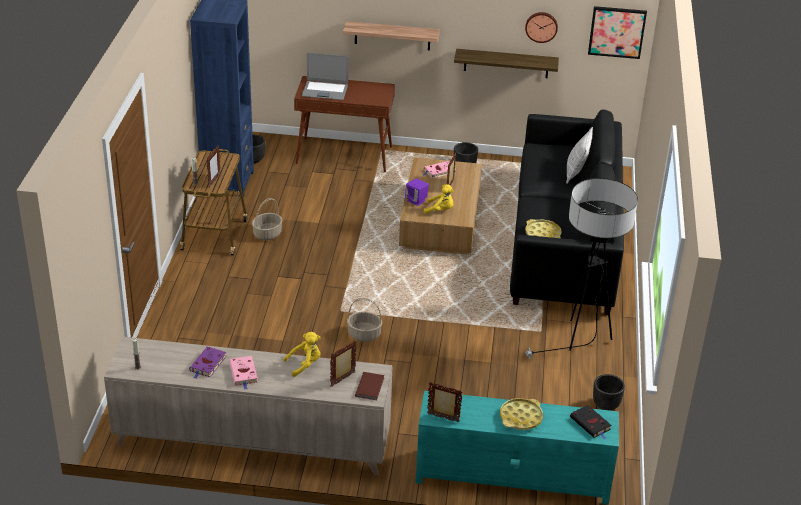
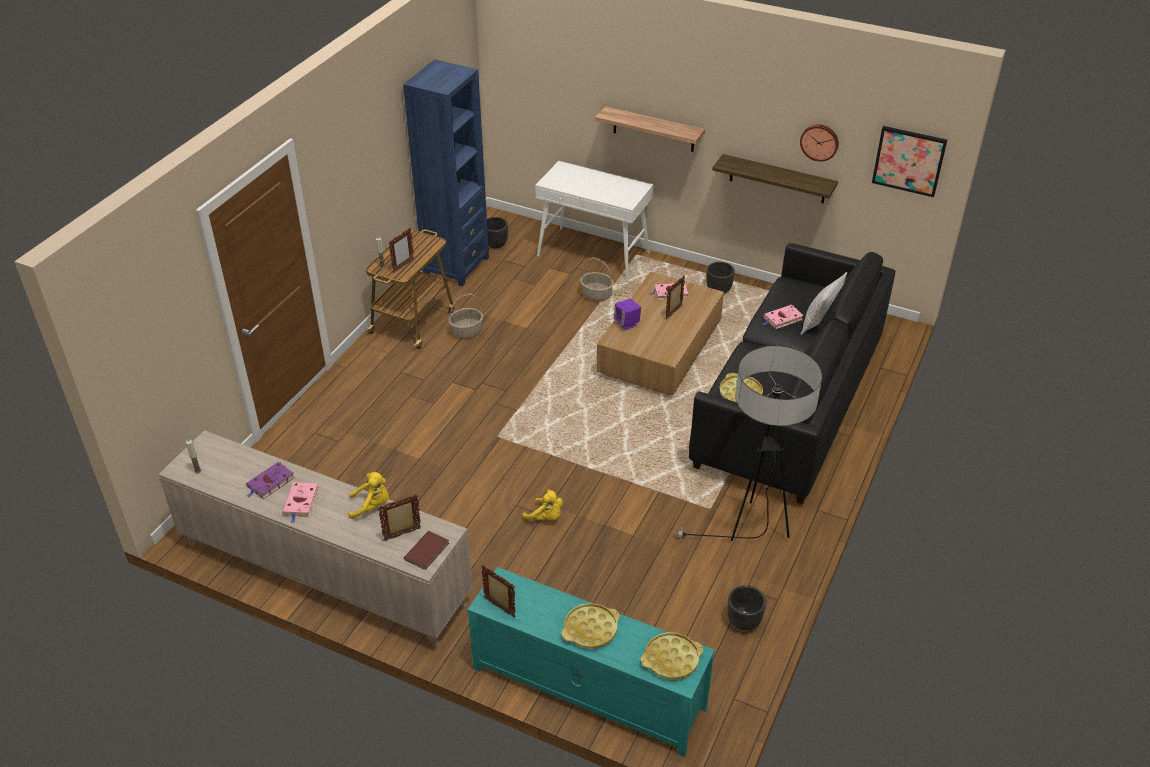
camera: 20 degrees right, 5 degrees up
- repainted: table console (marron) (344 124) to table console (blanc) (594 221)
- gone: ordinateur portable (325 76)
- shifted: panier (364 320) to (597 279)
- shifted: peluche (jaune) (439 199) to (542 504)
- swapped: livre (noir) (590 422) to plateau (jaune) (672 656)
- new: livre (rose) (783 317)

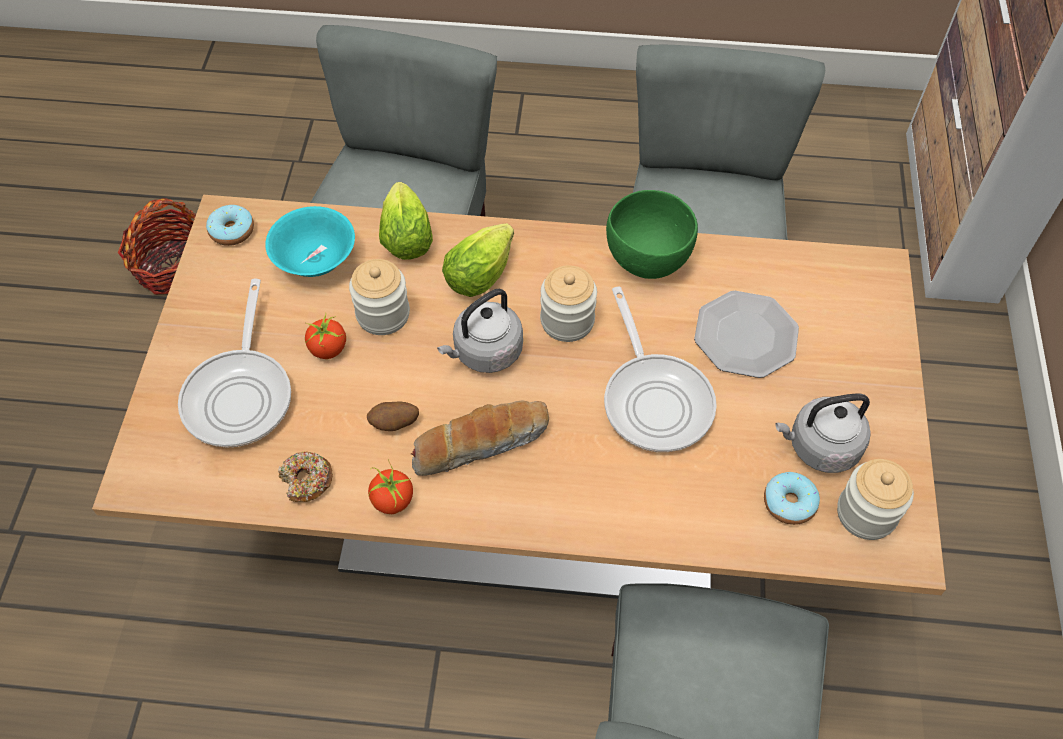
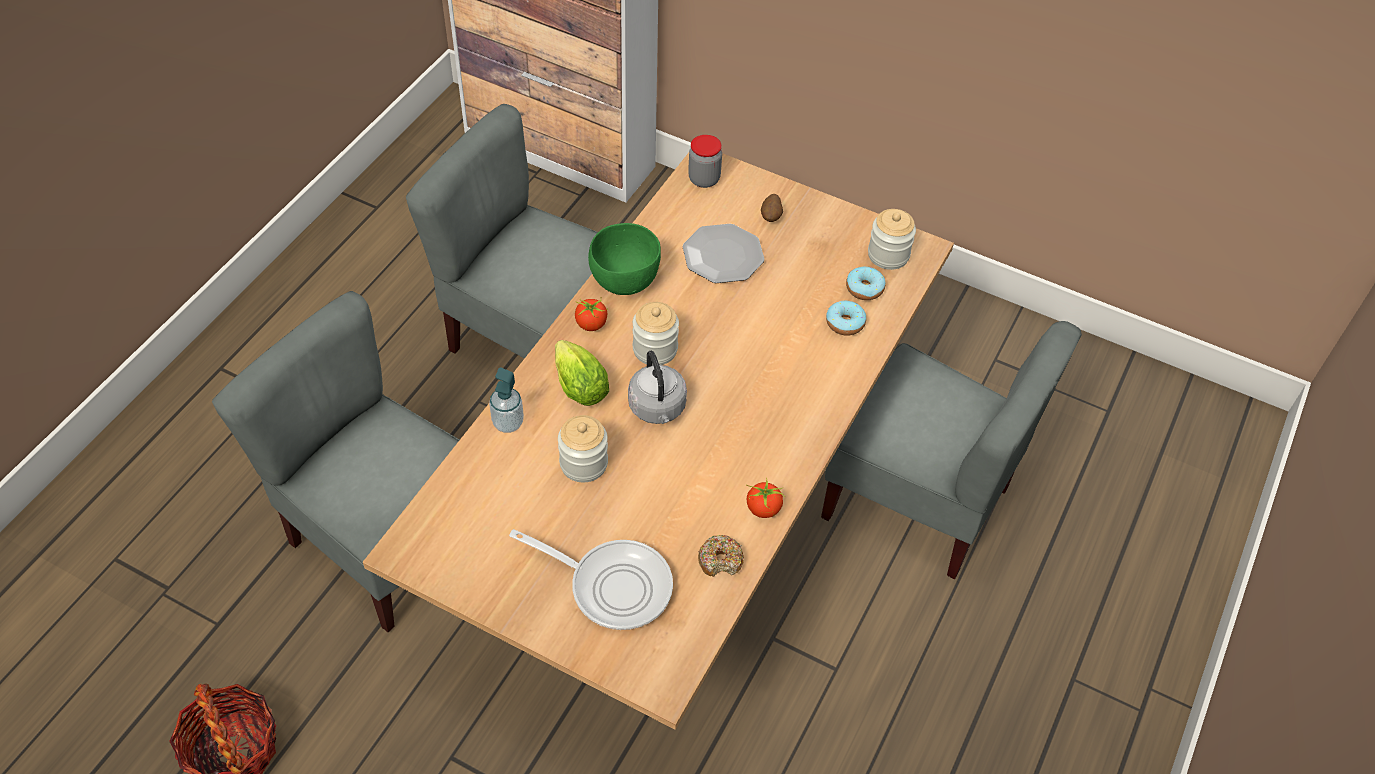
camera: 70 degrees left, 5 degrees down
- shifted: beignet (230 225) to (846 318)
- gone: bol (turquoise) (310 241)
- shifted: tomate (325 336) to (591 314)
- shifted: pomme de terre (393 416) to (772 208)
- swapped: laitue (406 221) to distributeur de savon (506 400)
- gone: pain (480 438)
- gone: poêle (660 369)
- gone: bouilloire (gris) (823 433)
- new: bocal (705 161)

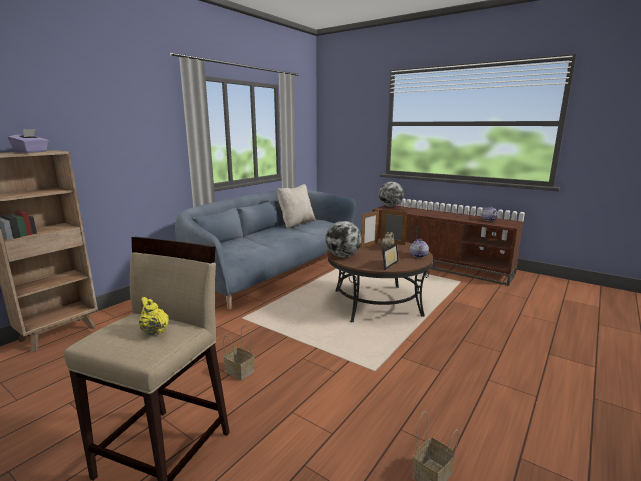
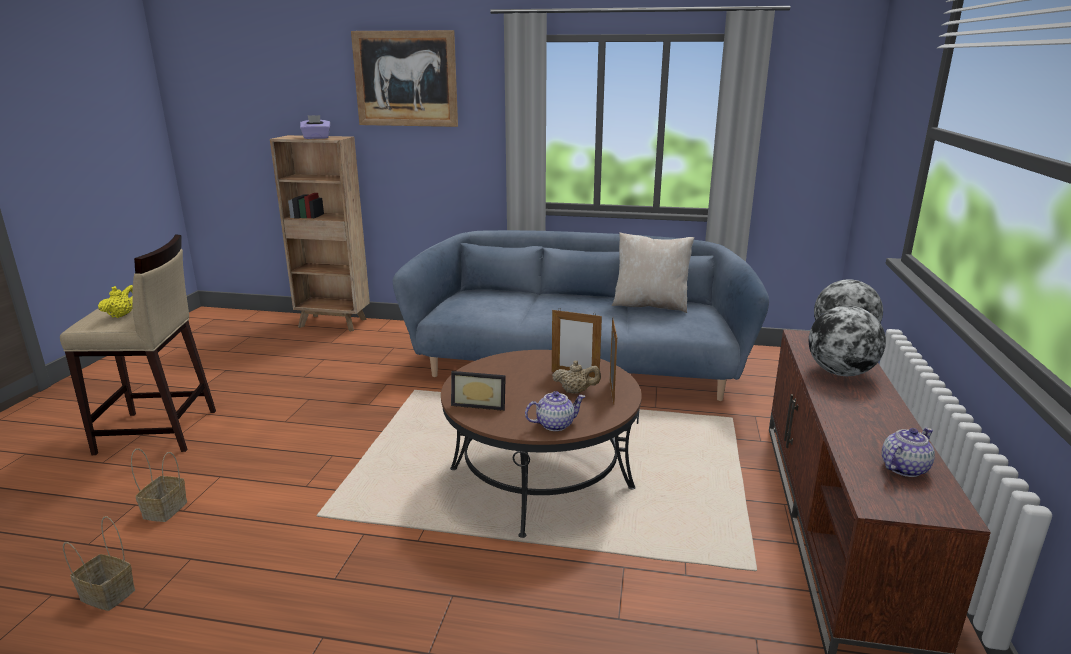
camera: 65 degrees right, 5 degrees up
- shifted: panier (238 352) to (159 485)
- shifted: globe (343 239) to (847 341)
- new: tableau (404 78)

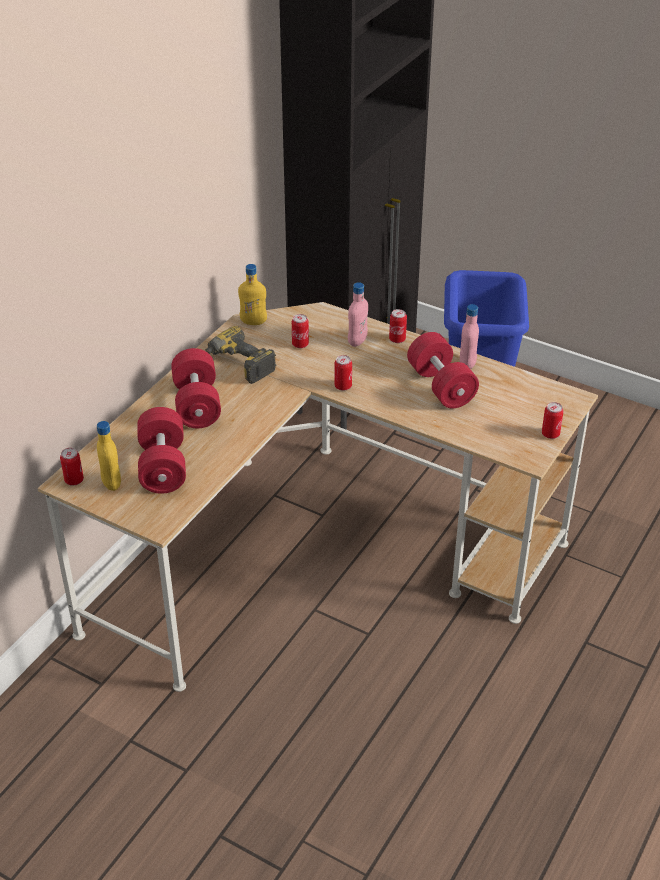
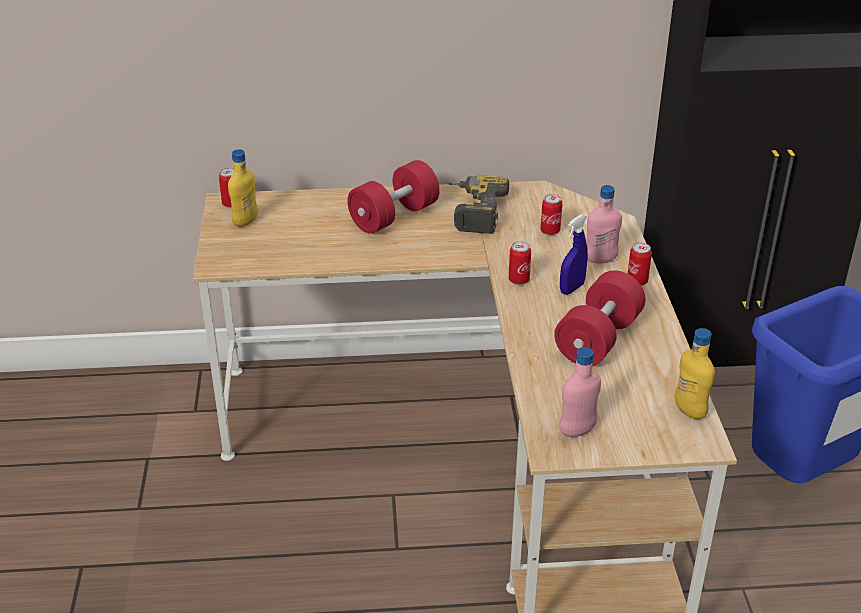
camera: 55 degrees right, 5 degrees down
- gone: haltère (rouge) (161 450)
- shifted: bouteille (jaune) (252 294) to (694 373)
- shifted: bouteille (rose) (469 336) to (580 392)
- gone: boîte métallique (552 420)
- new: vaporisateur (bleu) (574 254)

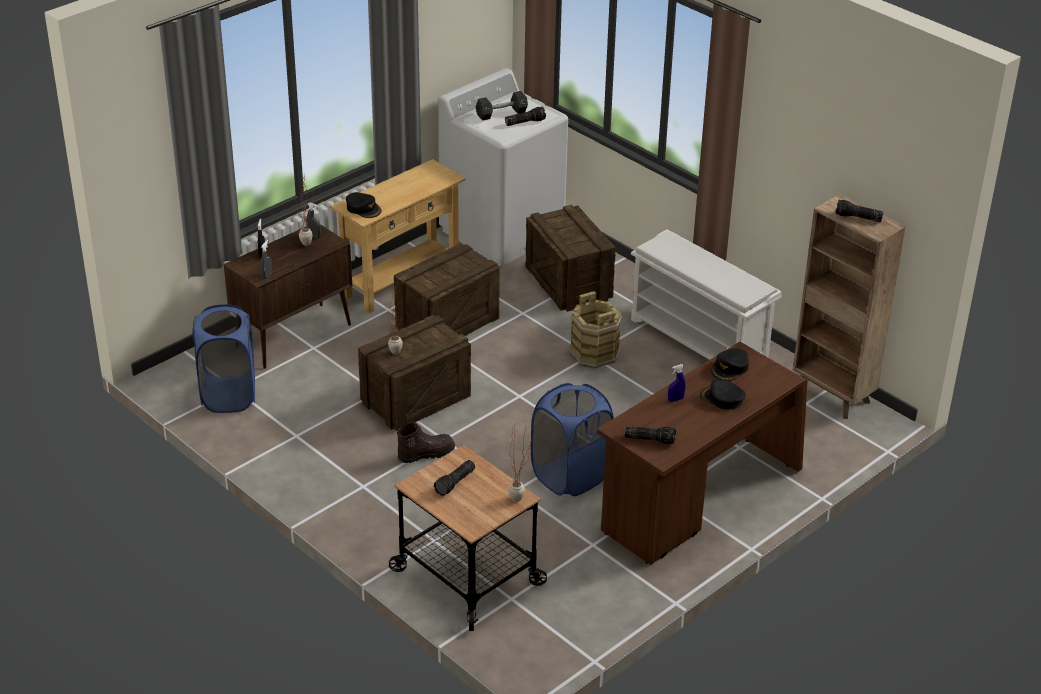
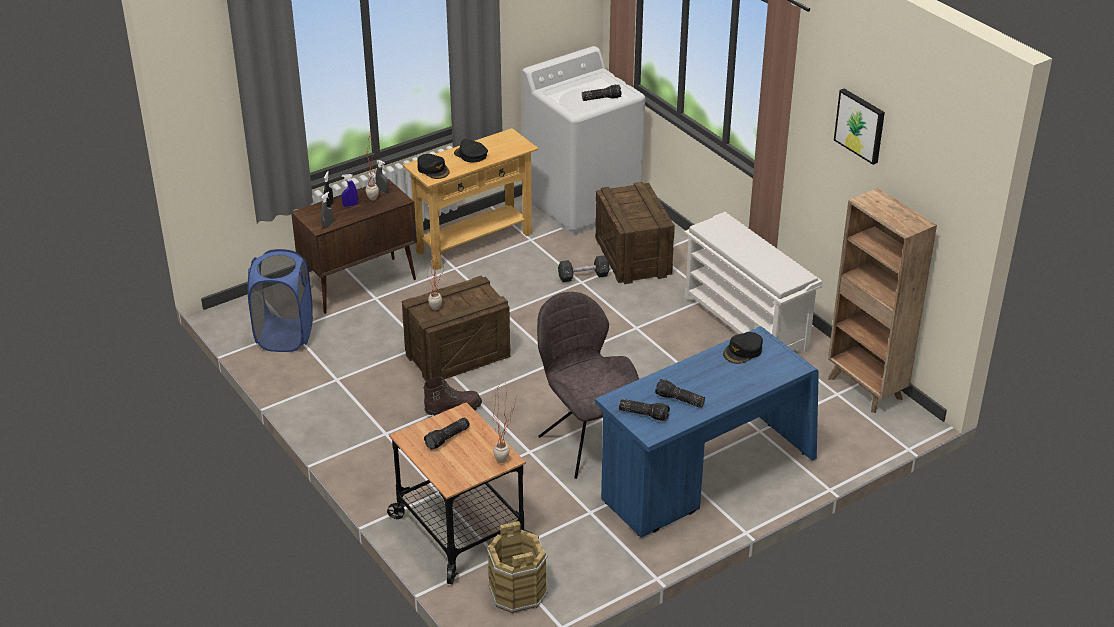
camera: 10 degrees right, 0 degrees up
- gone: caisse (447 289)
- shifted: haltère (noir) (502 106) to (584 268)
- swapped: panier à linge (bleu) (572 439) to chaise (gris) (588 385)
- shifted: seau (marron) (596 330) to (517 567)
- repainted: bureau (marron) (702 453) to bureau (bleu) (707 432)
- shifted: vaporisateur (bleu) (677 383) to (350 190)
- shifted: casquette (noir) (723 395) to (471 150)
- shifted: lampe de poche (859 211) to (680 393)
- new: tableau (859 127)

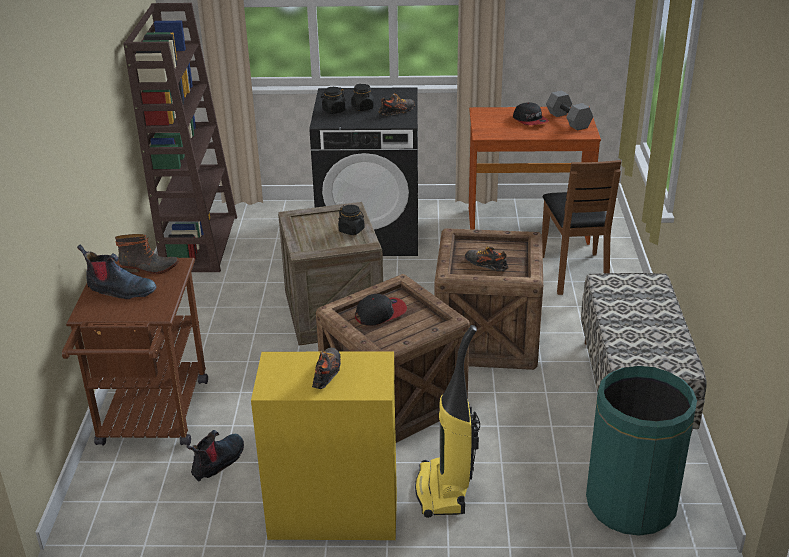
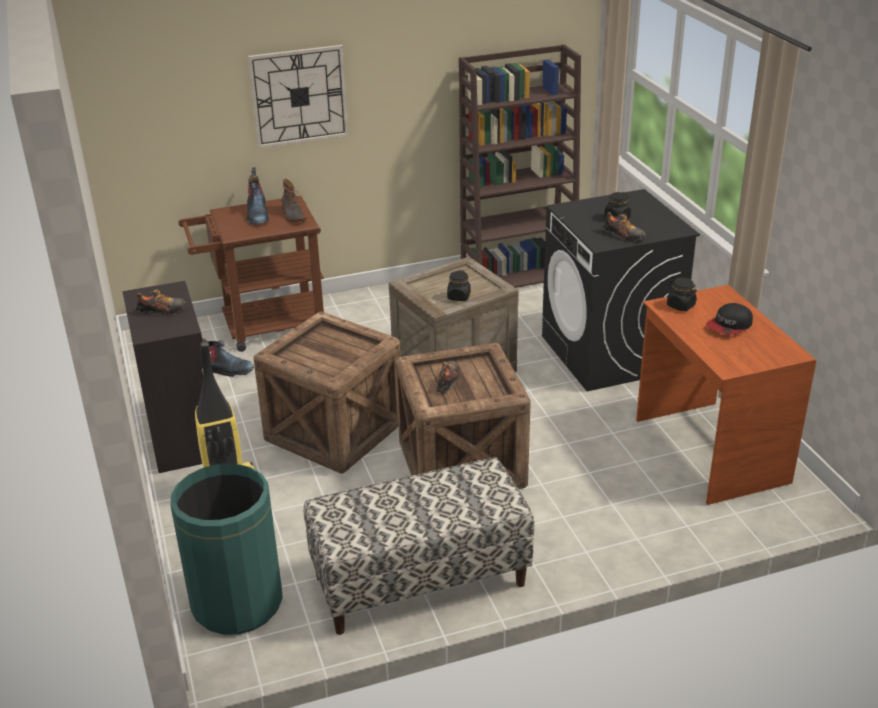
camera: 70 degrees right, 0 degrees up
- repainted: meuble de rangement (jaune) (324 446) to meuble de rangement (noir) (162 377)
- shifted: bocal (noir) (333 100) to (682 294)
- gone: casquette (381 310)
- gone: chaise (marron) (581 227)
- gone: haltère (gris) (569 111)
- new: horloge murale (298 97)

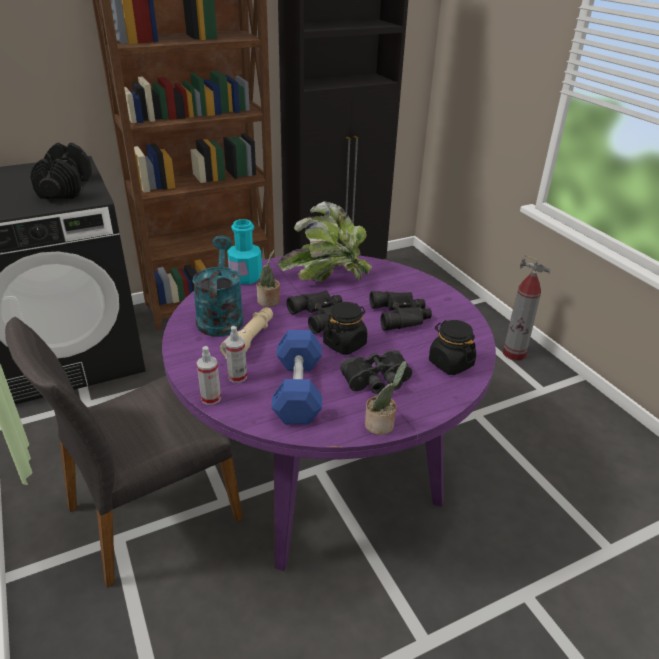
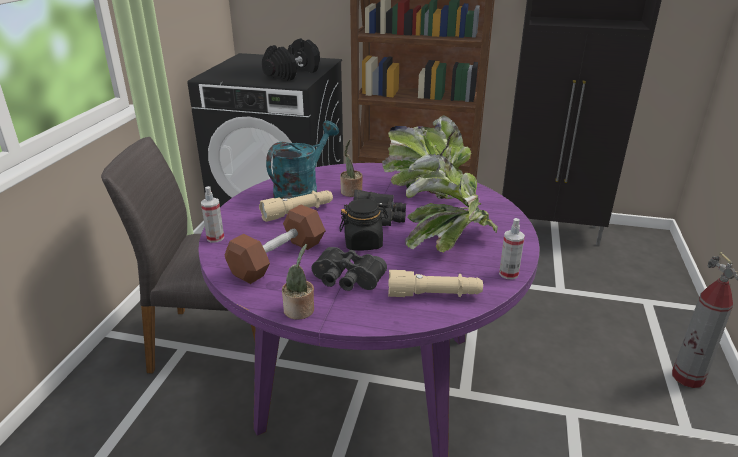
camera: 40 degrees right, 5 degrees down
- shifted: vaporisateur (236 354) to (512 248)
- gone: bouteille (turquoise) (244 251)
- repainted: haltère (bleu) (296 377) to haltère (marron) (275 244)
- swapped: jumelles (noir) (401 311) to plante en pot (451 203)
- swapped: bocal (noir) (452 347) to lampe de poche (beige) (435 283)

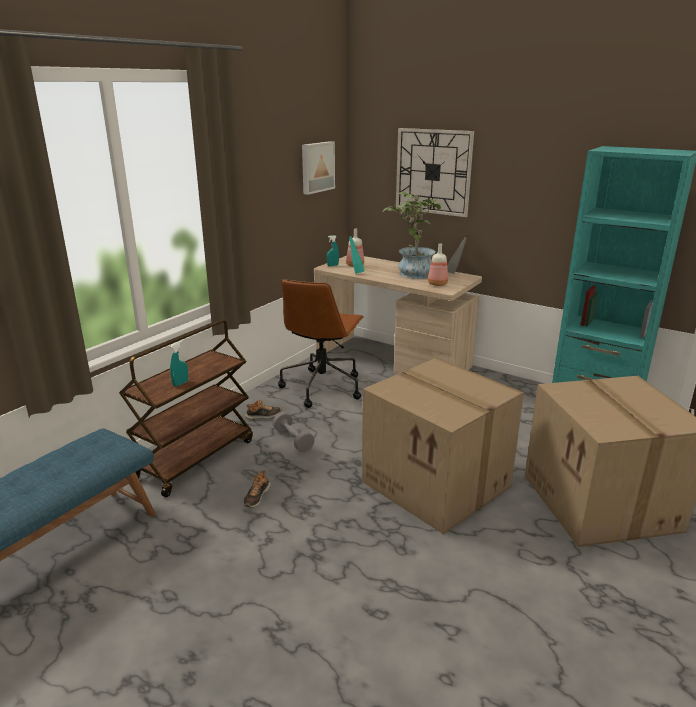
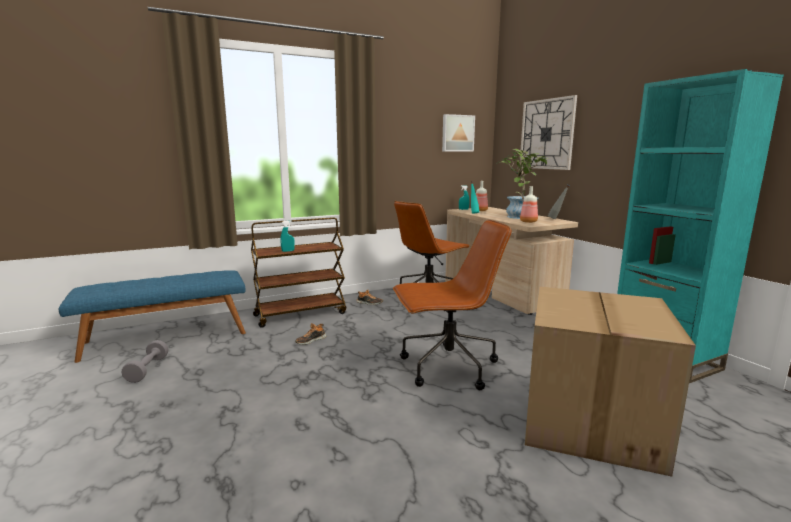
camera: 30 degrees right, 10 degrees down
- shifted: haltère (gris) (294 432) to (145 361)
- swapped: carton (443 446) to chaise de bureau (marron) (452 305)

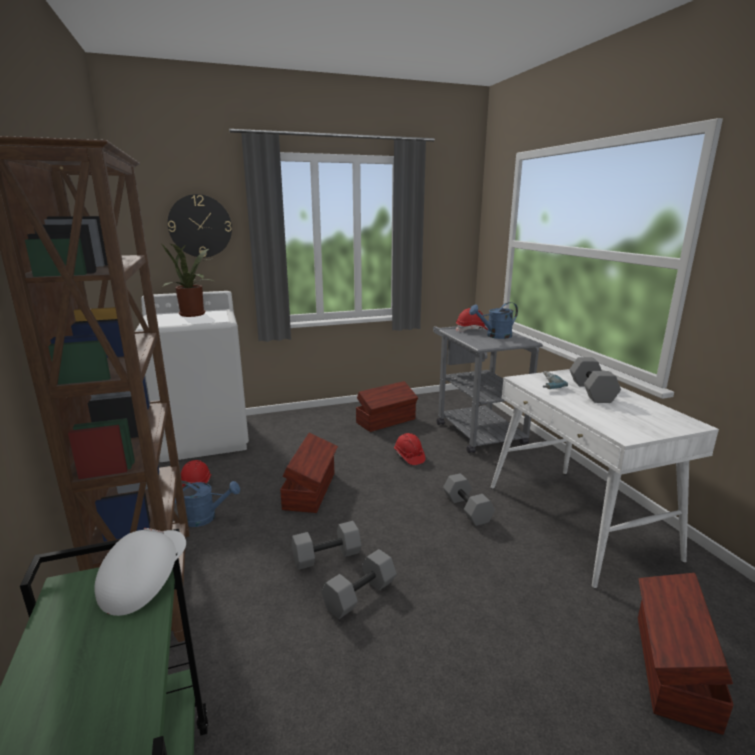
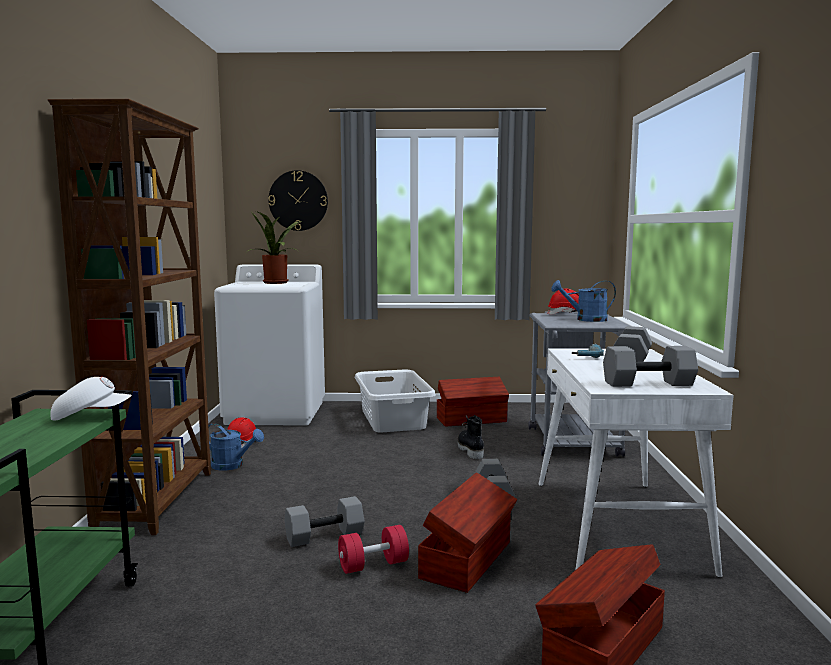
camera: 20 degrees right, 10 degrees down
- rotated: casquette (blanc) (140 572) = (91 398) 45 degrees clockwise
- shifted: boîte de rangement (marron) (309 473) to (467 532)
- shifted: haltère (gris) (326 545) to (650 366)
- swapped: casque de chantier (rouge) (409 449) to botte (noir) (471 437)
- new: haltère (rouge) (373 549)
- new: panier à linge (gris) (395 401)

